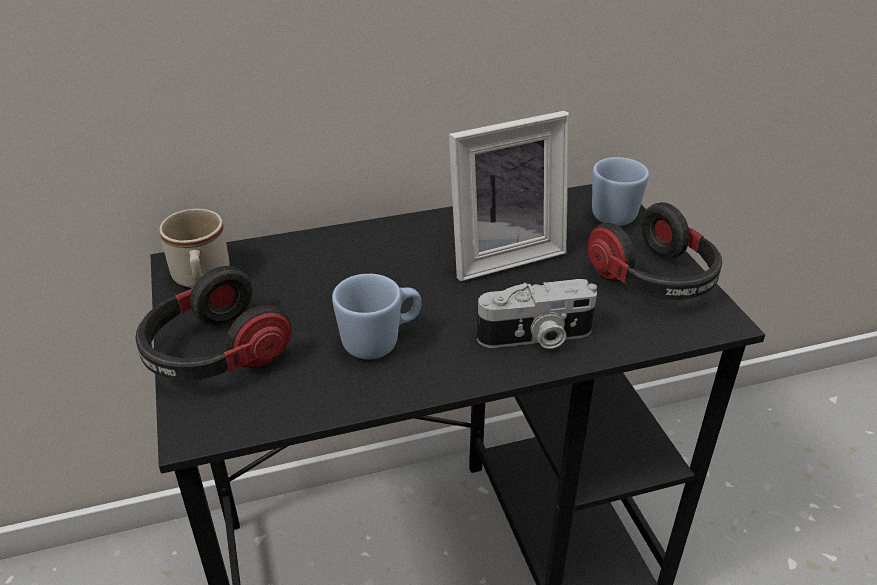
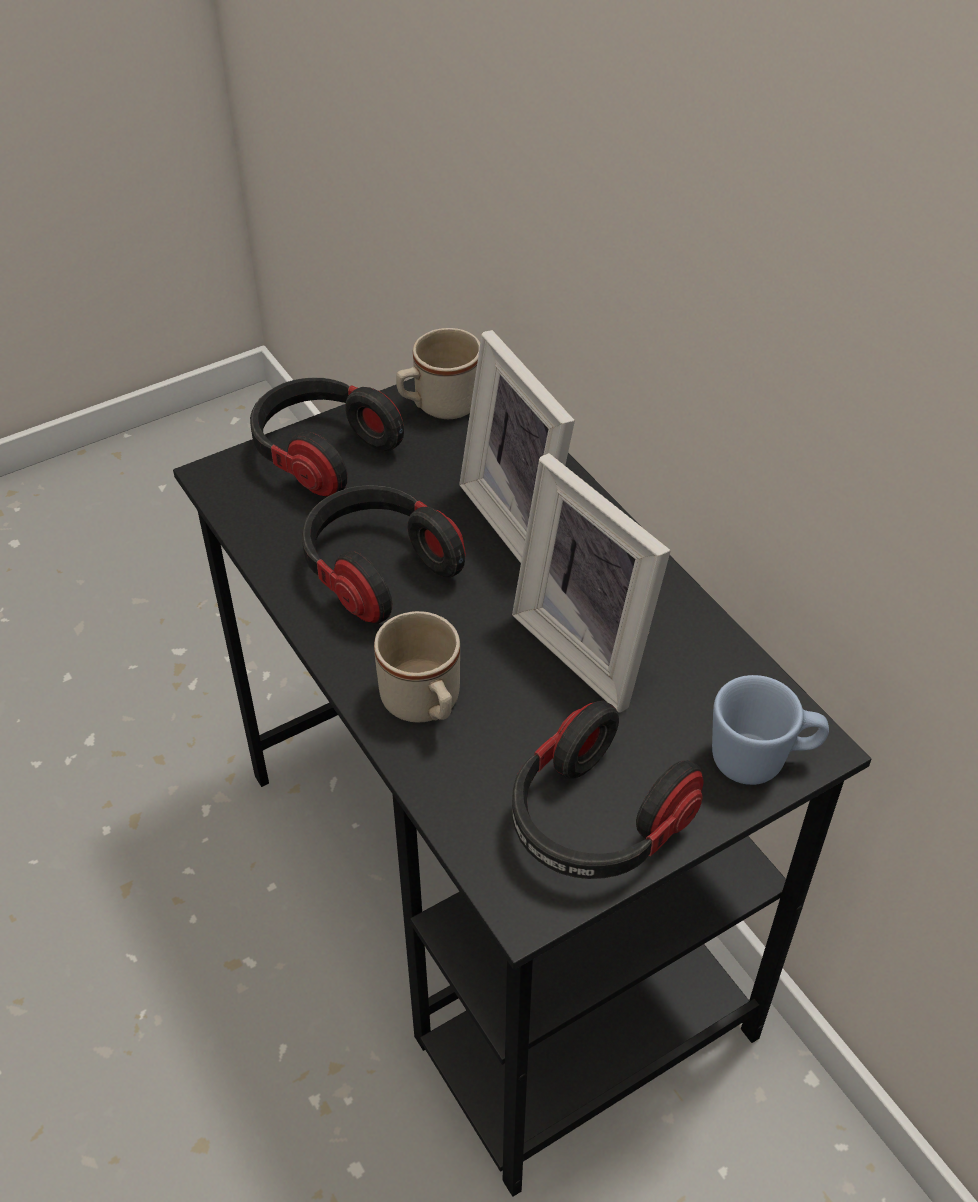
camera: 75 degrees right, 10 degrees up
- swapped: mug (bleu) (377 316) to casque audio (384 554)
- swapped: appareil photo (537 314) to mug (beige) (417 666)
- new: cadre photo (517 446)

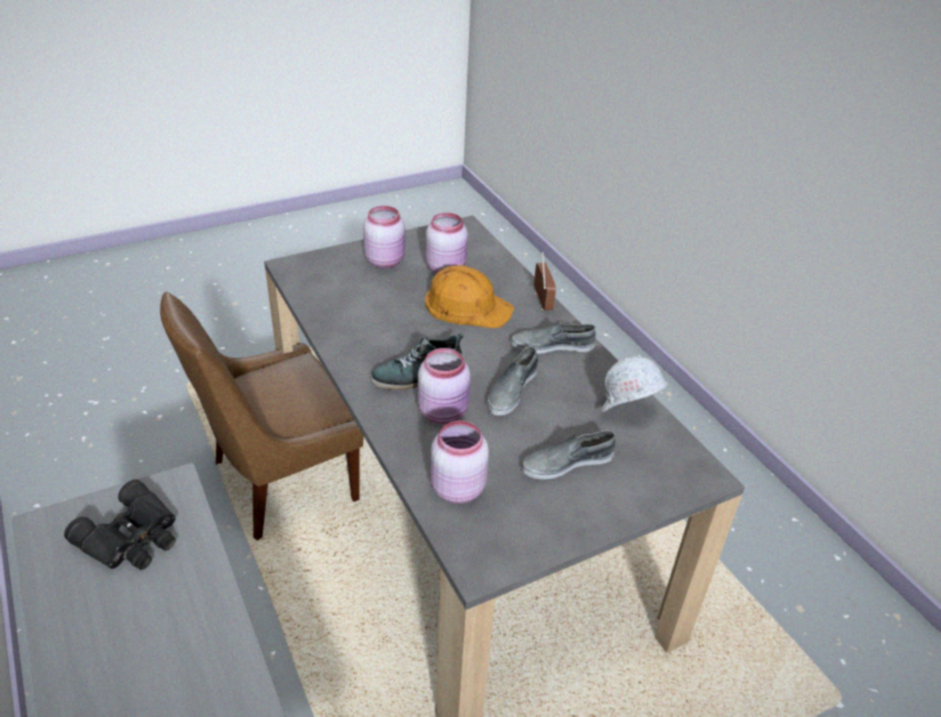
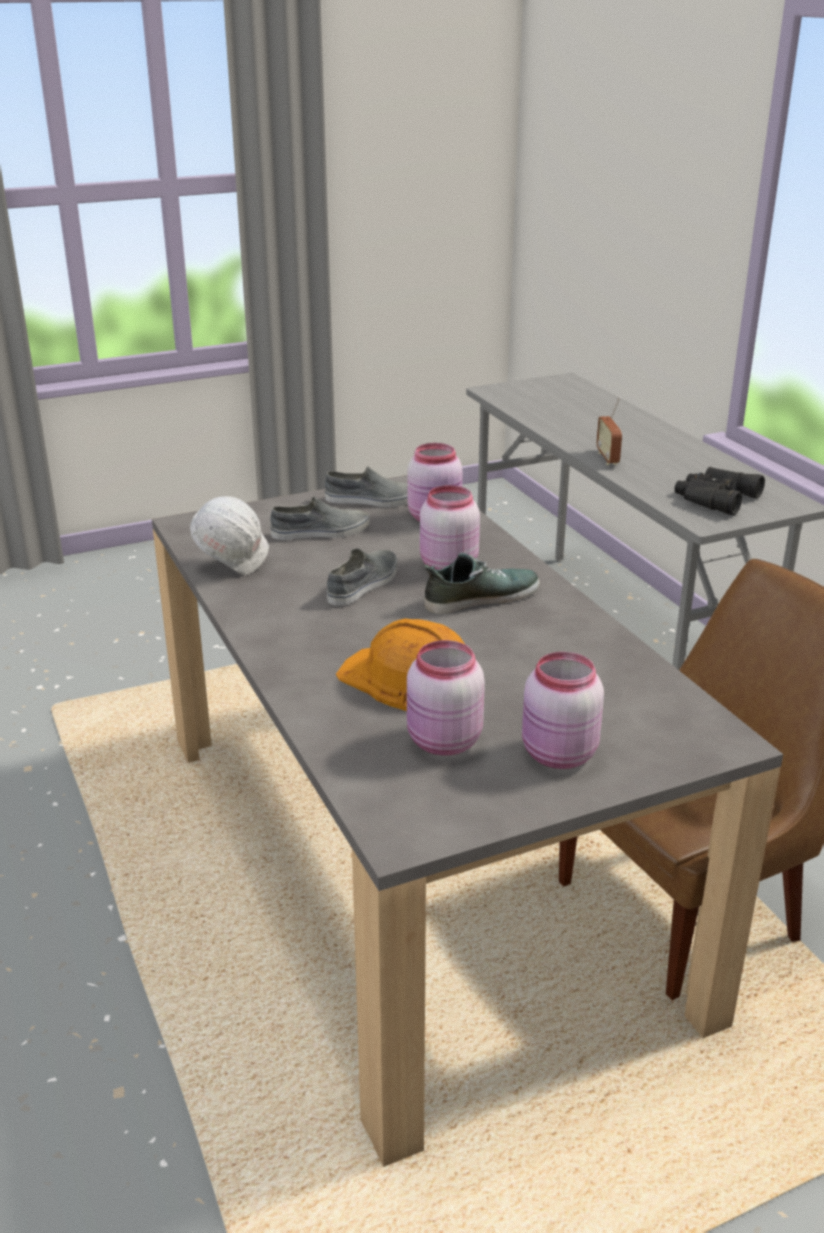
camera: 175 degrees left, 10 degrees down
- shifted: chaussure (gris) (553 337) to (366 486)
- shifted: radio (545 281) to (609 430)

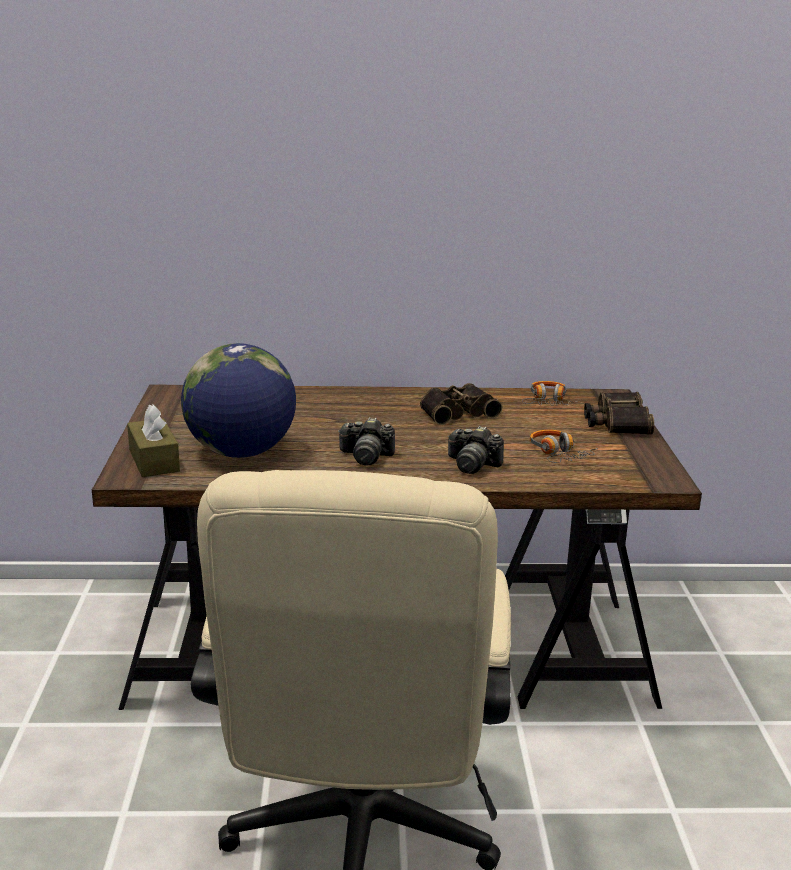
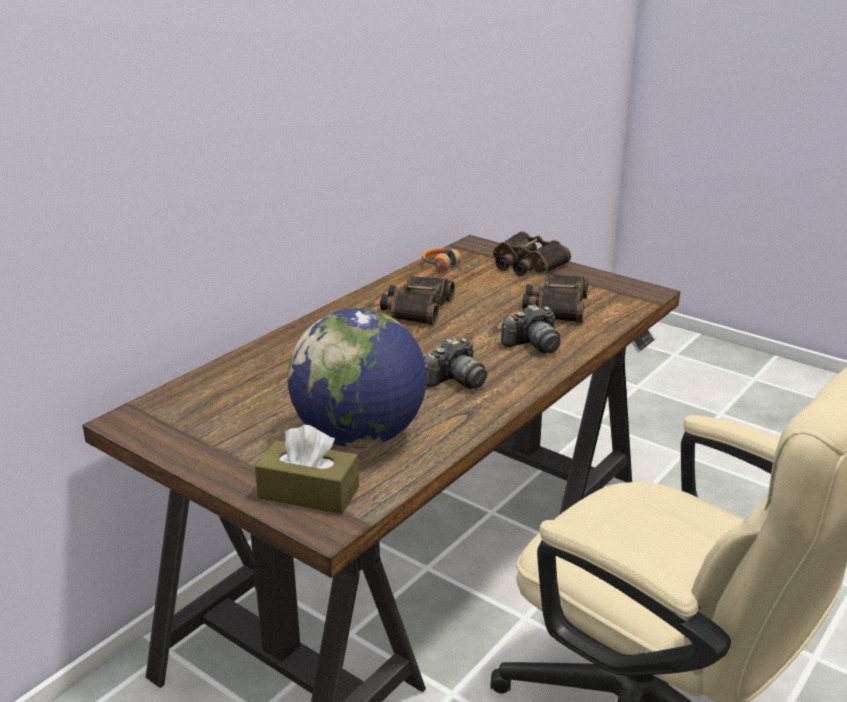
camera: 50 degrees left, 5 degrees up
- swapped: casque audio (564 446) to jumelles (555 299)

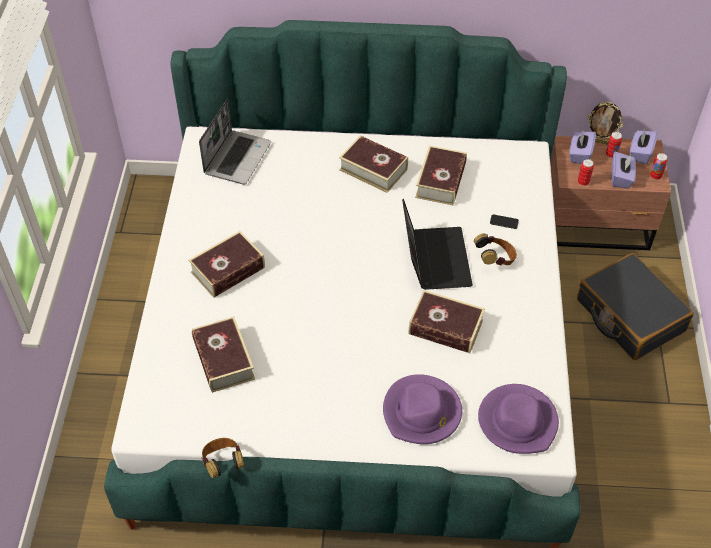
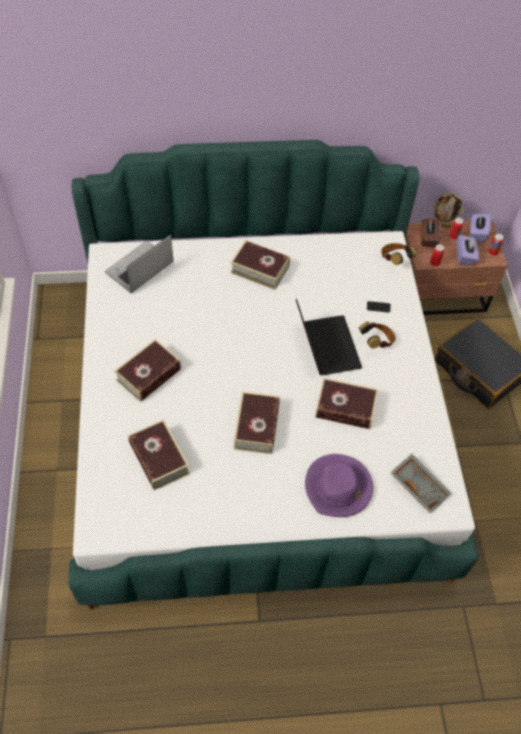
camera: 10 degrees left, 5 degrees up
- rotated: ordinateur portable (235 141) = (139 264) 150 degrees counterclockwise
- shifted: casque audio (222 458) to (398 254)
- shifted: livre (441 175) to (257 423)
- swapped: chapeau (violet) (518 419) to plateau (gris) (421 484)
- repainted: boîte à mouchoirs (violet) (582 147) to boîte à mouchoirs (marron) (431 233)

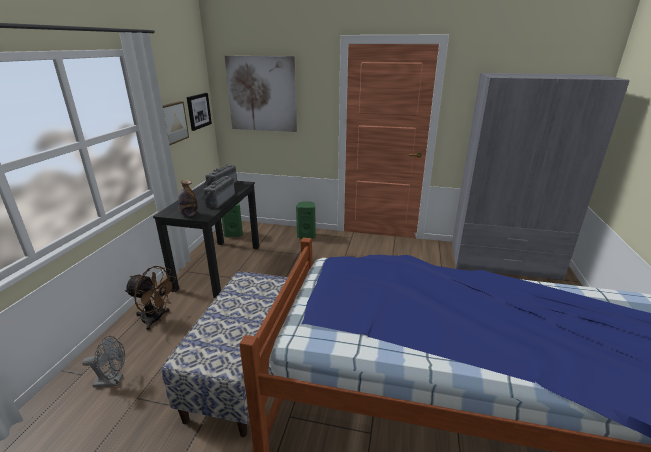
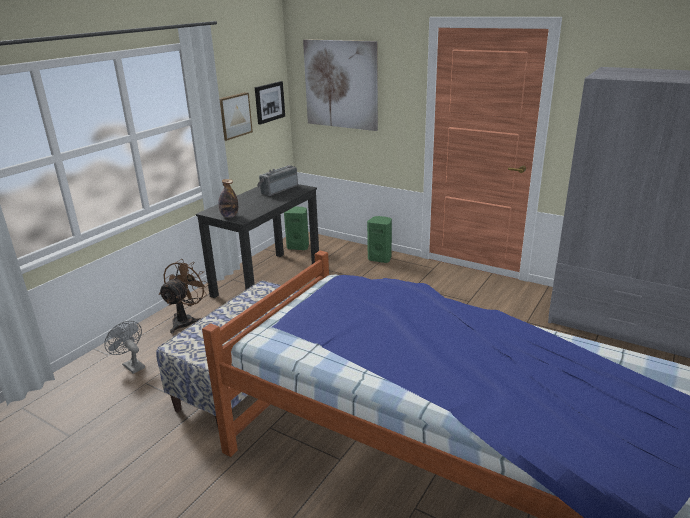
camera: 20 degrees right, 0 degrees up
- rotated: ventilateur (gris) (103 361) = (124 347) 150 degrees counterclockwise
- rotated: ventilateur (marron) (150 298) = (183 296) 105 degrees counterclockwise
- gone: radio (218 192)

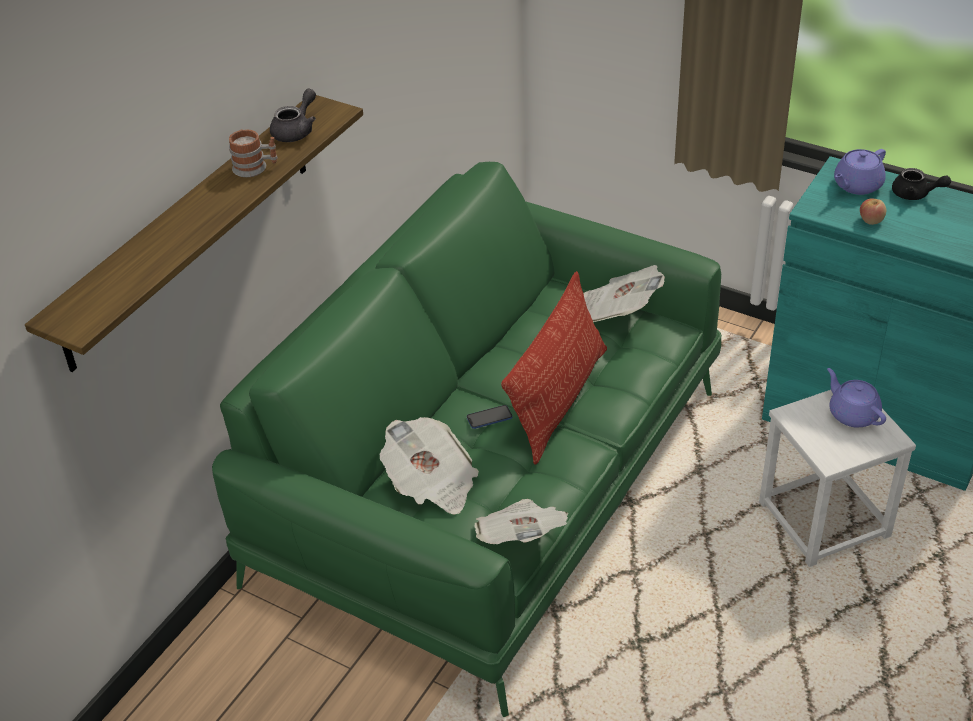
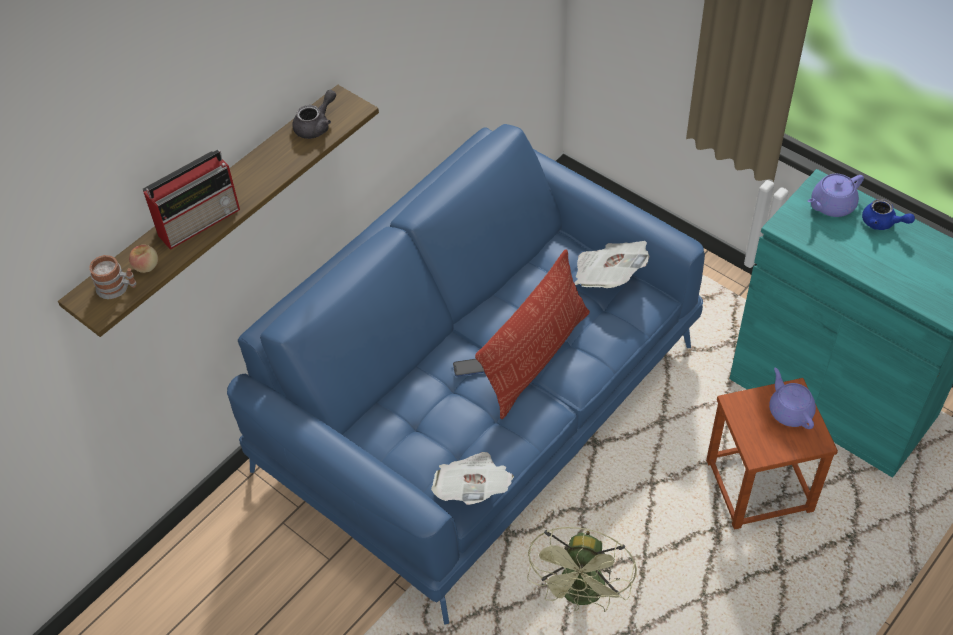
camera: 10 degrees right, 10 degrees up
- repainted: canapé (vert) (467 439) to canapé (bleu) (466 374)
- shifted: mug (253 153) to (112 277)
- gone: journal (429 466)
- repainted: tabouret (blanc) (837 478) to tabouret (marron) (772 454)
- shifted: pomme (873 212) to (143 259)
- repainted: théière (noir) (921 184) to théière (bleu) (888 214)
- new: radio (191 199)
- new: ventilateur (vert) (582 569)

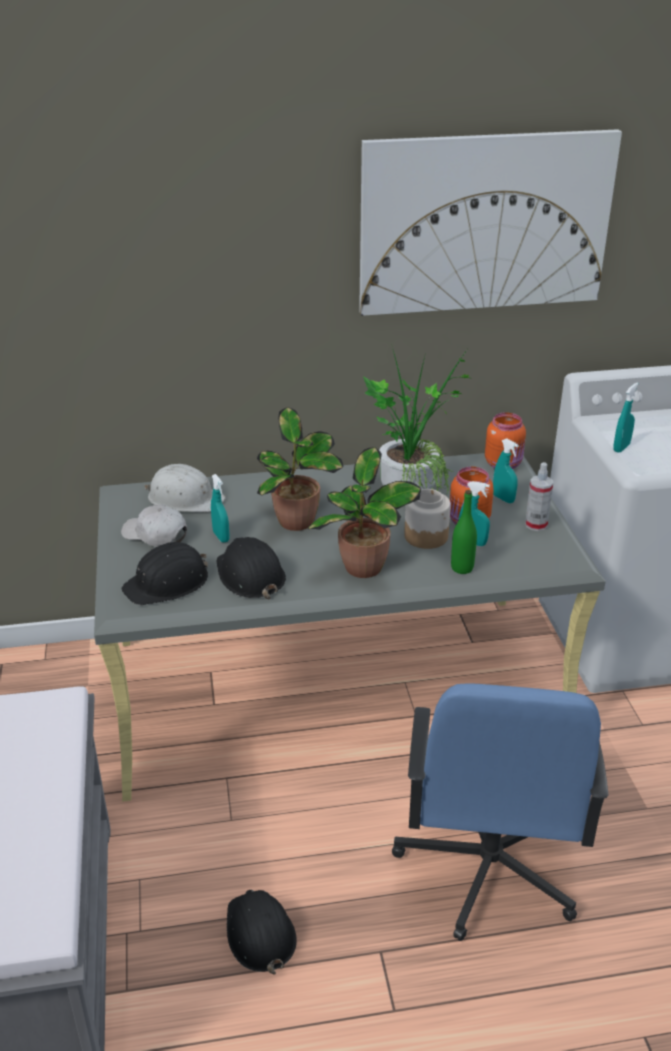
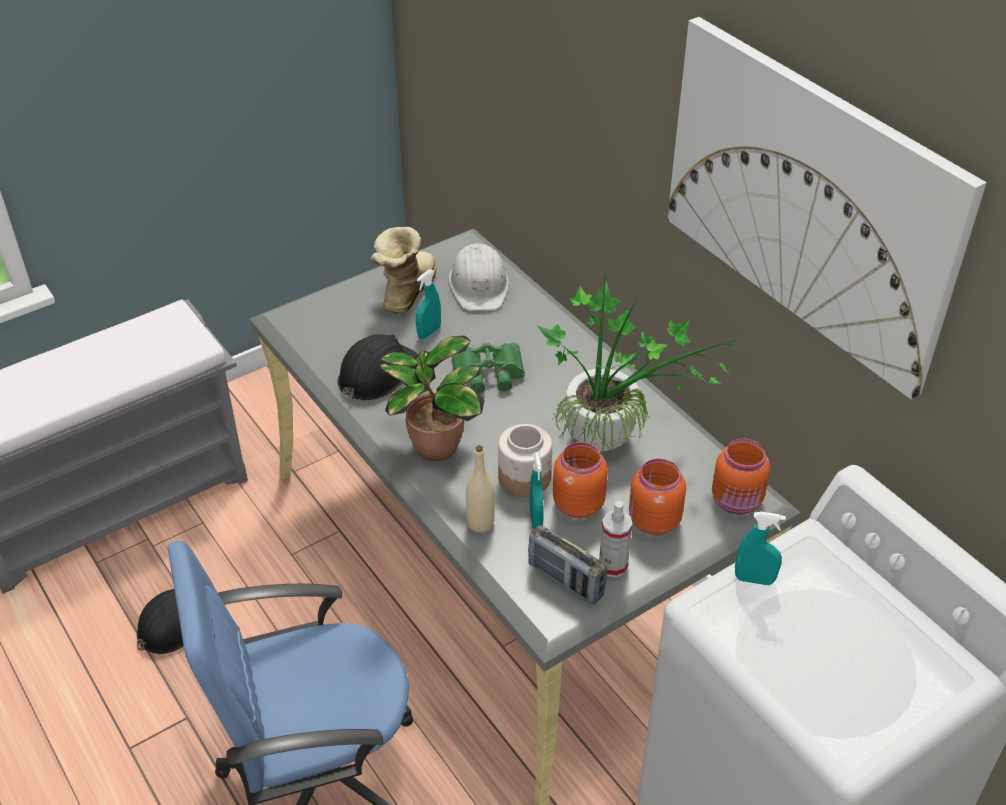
camera: 65 degrees right, 10 degrees up
- swapped: casquette (blanc) (154 525) to botte (403 270)
- gone: casque de chantier (noir) (165 573)
- swapped: plante en pot (300 469) to jumelles (vert) (488 368)
- repainted: bouteille (vert) (464 532) to bouteille (beige) (480 489)
- swapped: vaporisateur (turquoise) (506 470) to bocal (orange) (657 497)
- new: radio (567 564)

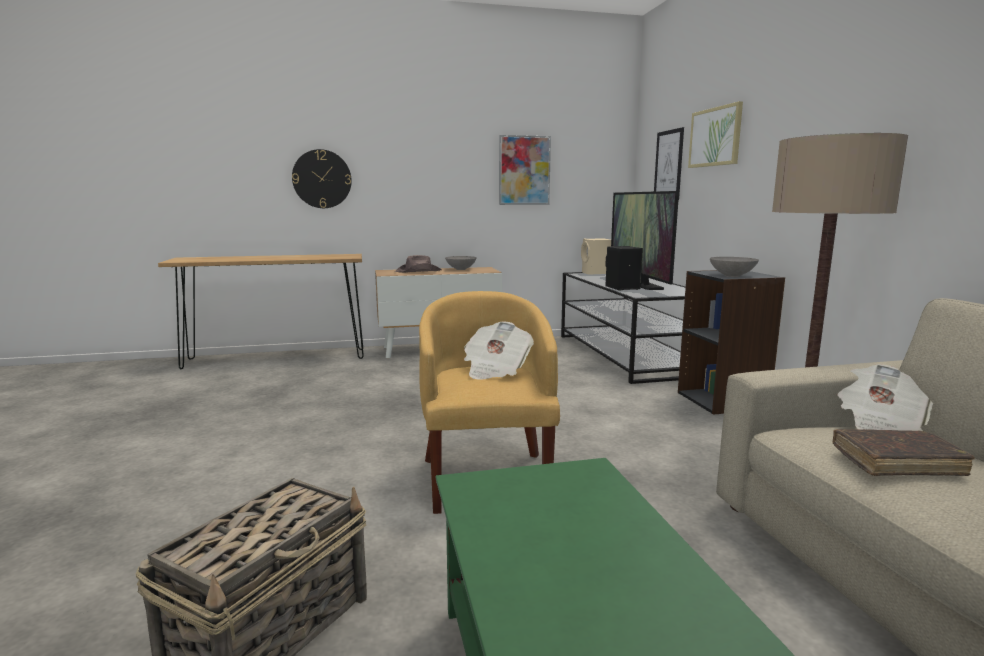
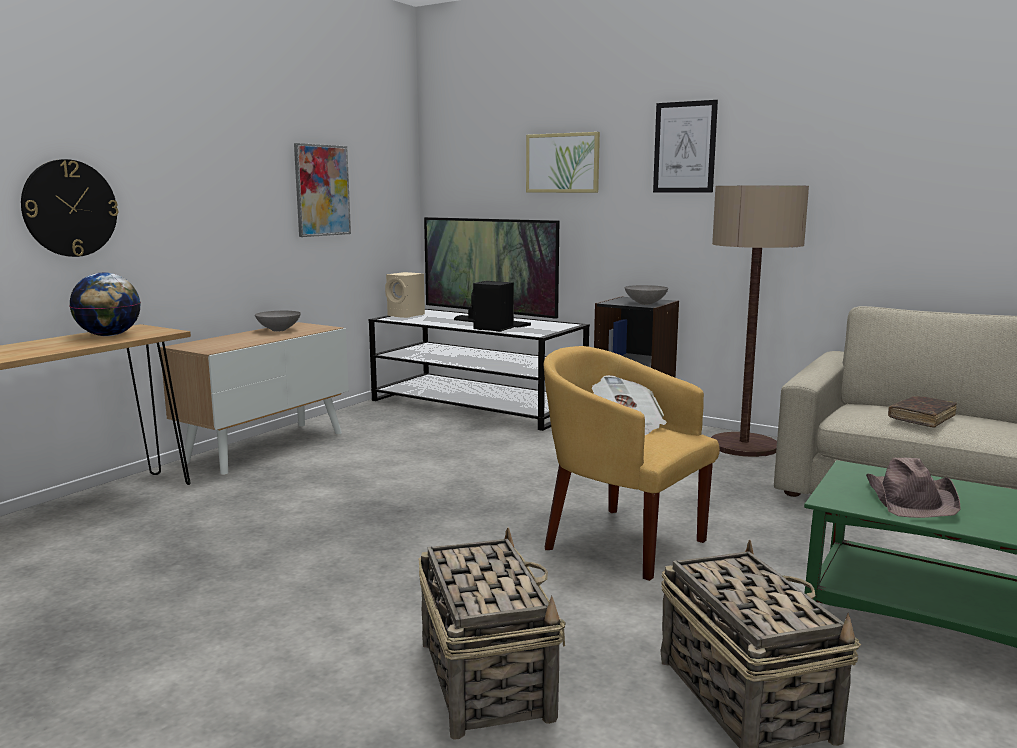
camera: 45 degrees left, 0 degrees up
- shifted: chapeau (marron) (418 264) to (913 488)
- shifted: tableau (669 160) to (685 146)
- gone: journal (885 397)
- new: globe (105 304)
- new: panier (492 634)

